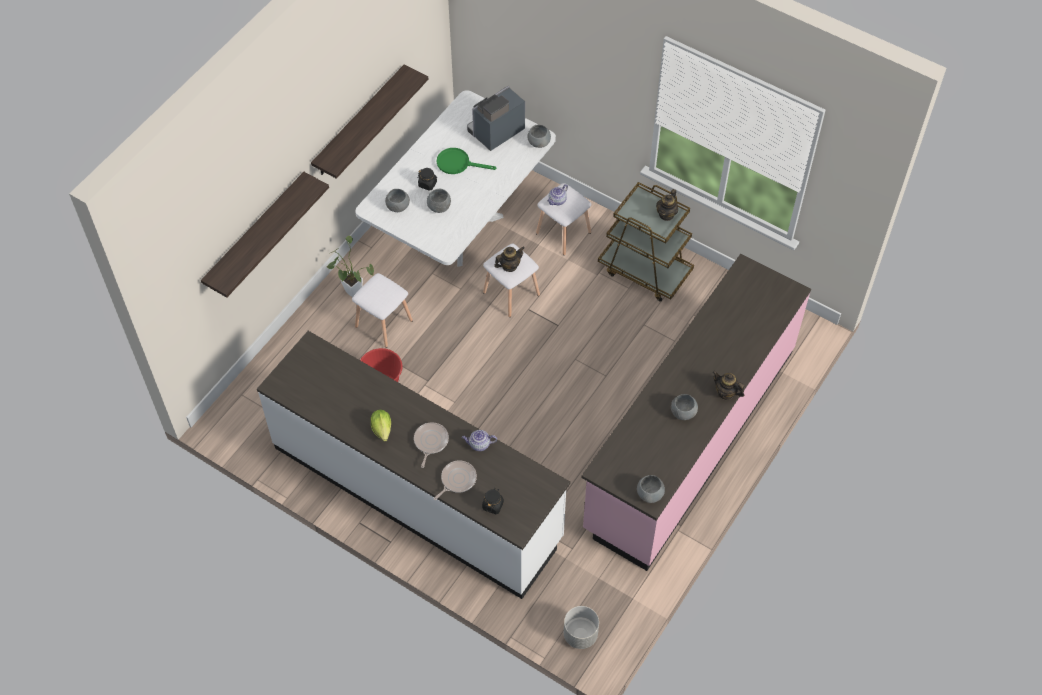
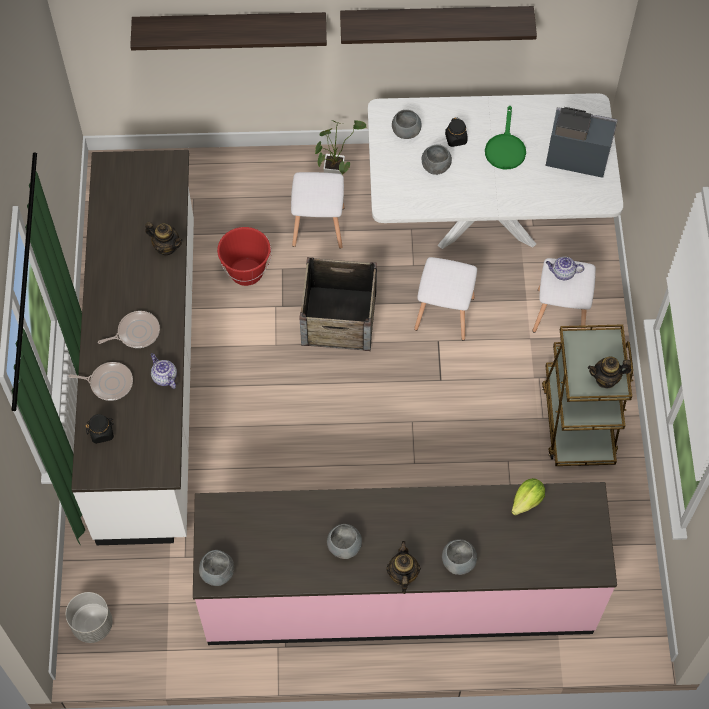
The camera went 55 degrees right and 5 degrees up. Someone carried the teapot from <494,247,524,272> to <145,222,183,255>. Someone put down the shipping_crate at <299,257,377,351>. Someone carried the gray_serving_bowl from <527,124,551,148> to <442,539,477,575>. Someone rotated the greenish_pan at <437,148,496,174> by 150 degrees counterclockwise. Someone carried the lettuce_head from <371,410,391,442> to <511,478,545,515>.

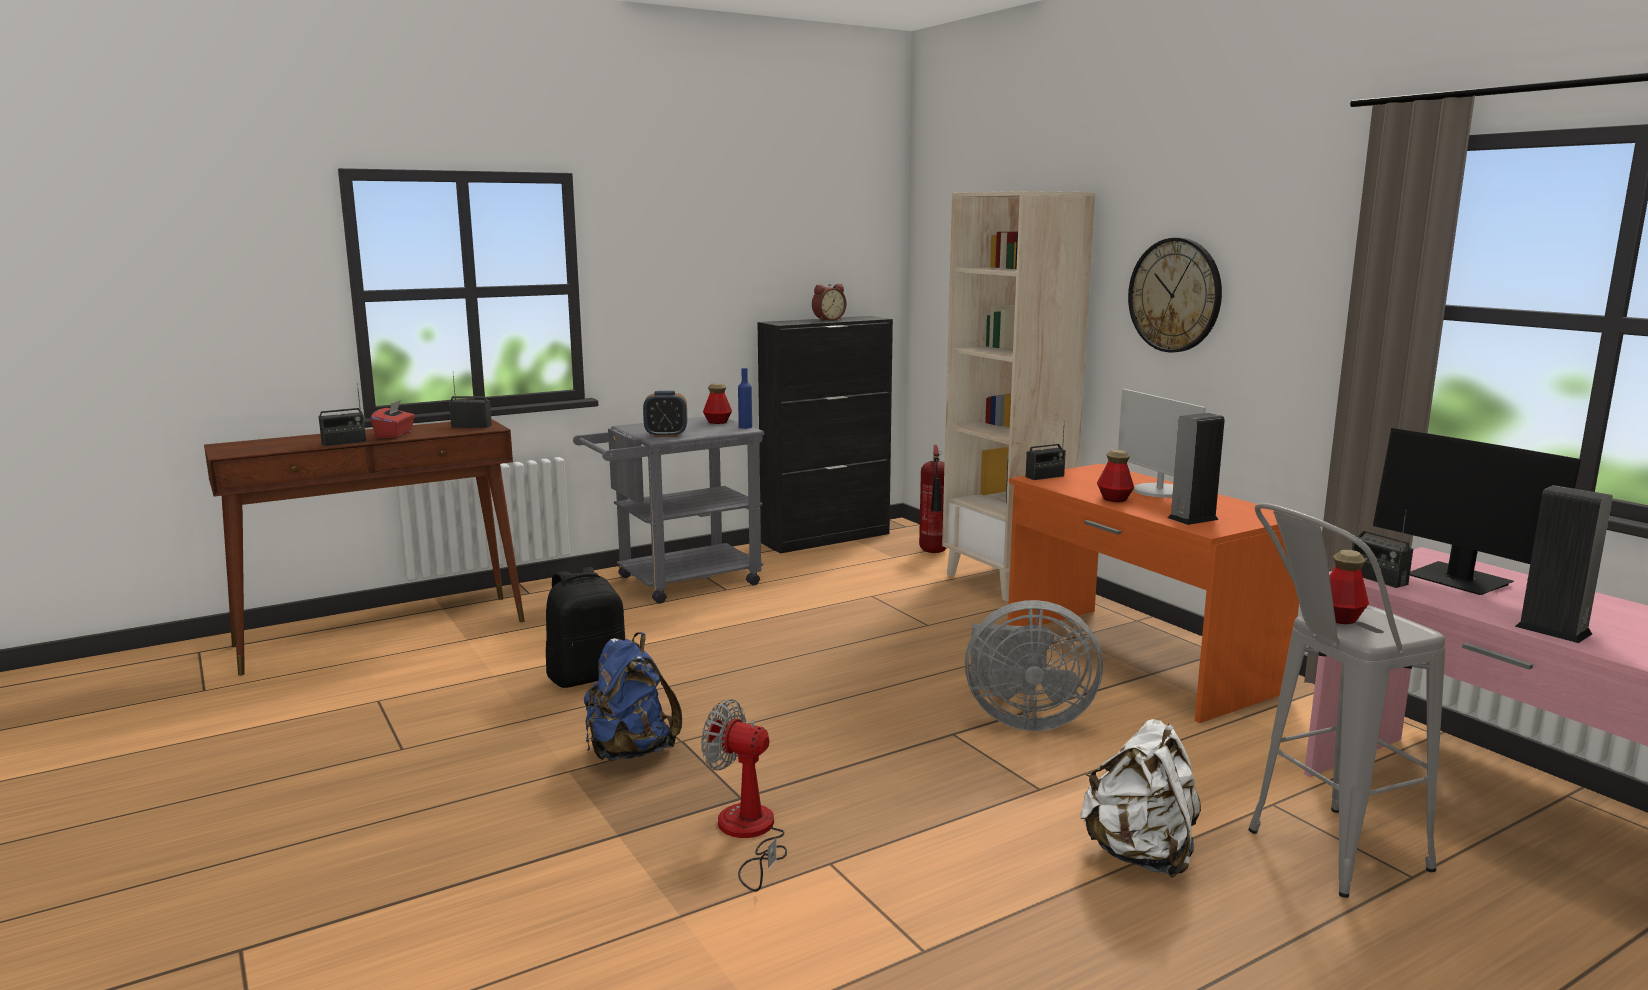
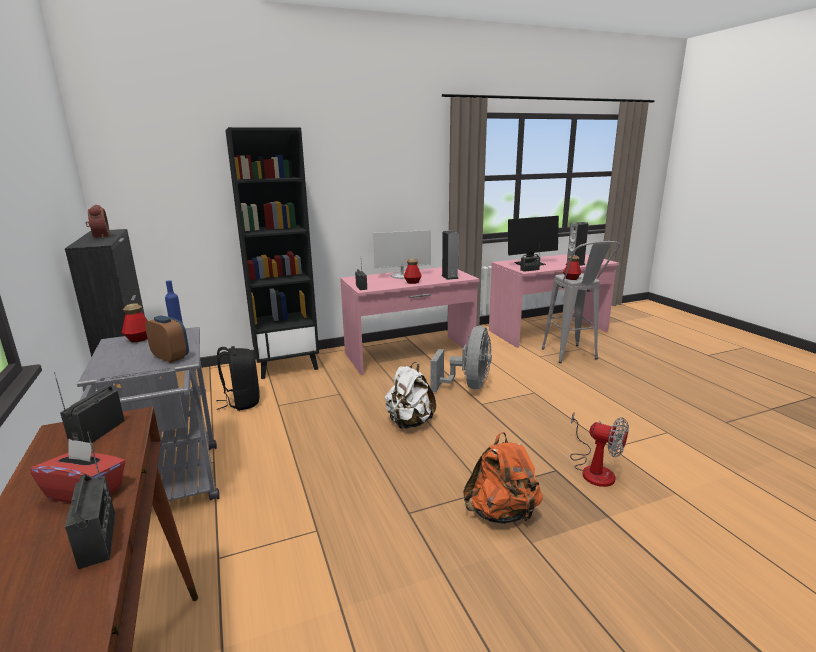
The camera went 80 degrees left and 5 degrees up. Someone rotated the bedside_clock at <643,391,687,437> by 60 degrees counterclockwise. Someone carried the black_rucksack from <546,567,625,688> to <216,346,260,411>. Someone repainted the sand-coloured_shelving_unit at <942,191,1095,601>, which became the black_shelving_unit at <225,127,319,379>. Someone repainted the orangey_desk at <1008,464,1299,723>, which became the pinkish_desk at <340,267,480,375>. Someone carried the whitish_rucksack from <1080,719,1201,878> to <385,362,436,429>. Someone repainted the blue_rucksack at <584,632,682,761>, which became the orangey_rucksack at <463,432,543,524>. Someone rotated the electric_fan at <701,699,787,892> by 90 degrees counterclockwise. Someone took away the fire_extinguisher at <919,445,946,553>. Someone took away the wall_clock at <1128,238,1222,353>.

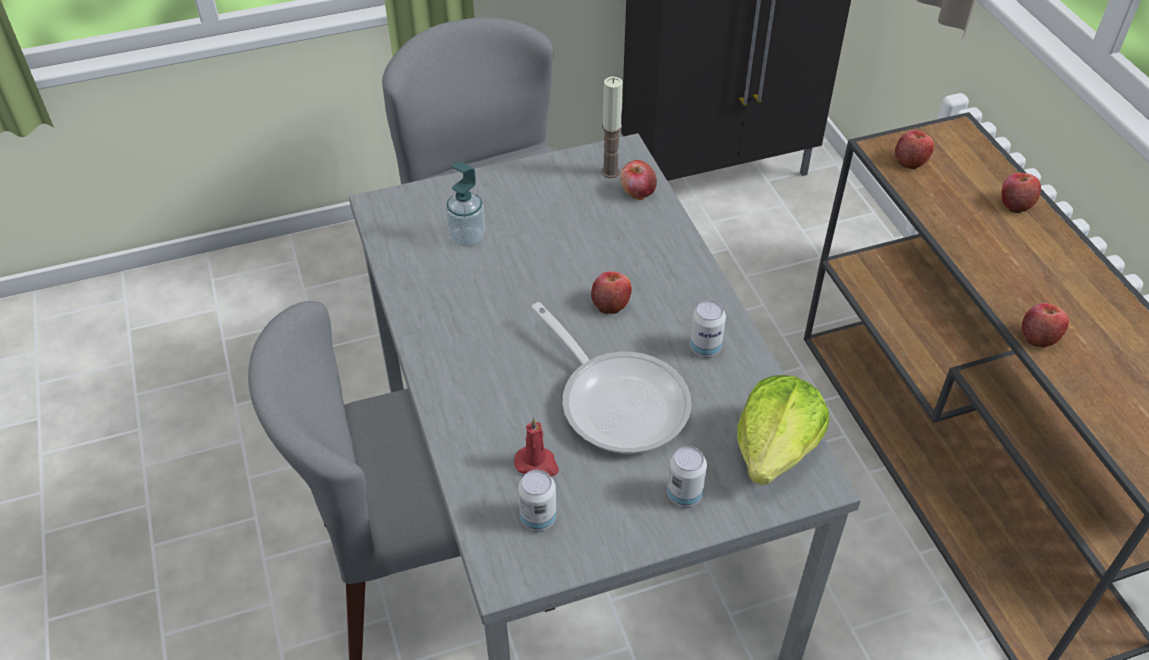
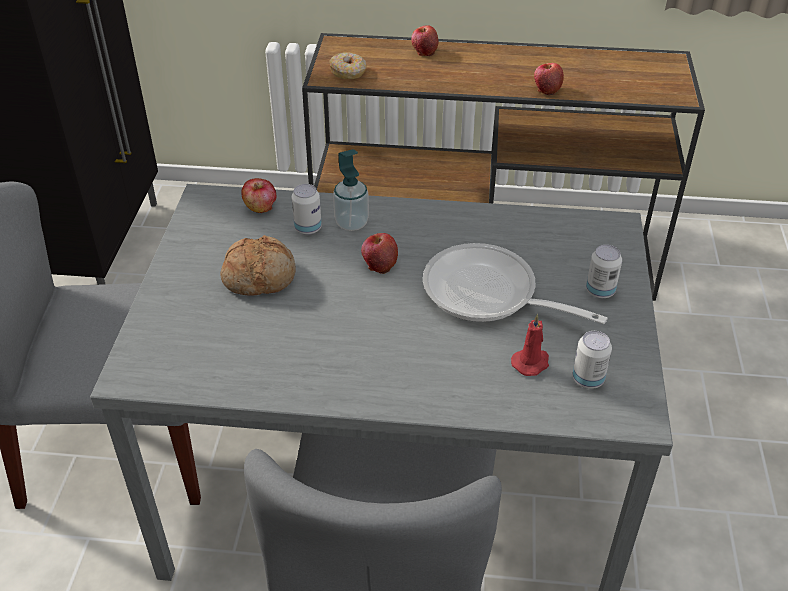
The camera went 65 degrees left and 5 degrees down. Someone put down the bread at <221,235,295,296>. Someone carried the metal_can from <690,300,726,357> to <292,184,322,235>. Someone swapped the apple at <895,130,934,169> for the ring_doughnut at <329,53,367,79>. Someone carried the liquid_soap_bottle from <446,162,485,247> to <333,149,369,231>. Someone rotated the pan at <532,302,691,454> by 135 degrees counterclockwise. Someone took away the candle at <601,77,623,178>. Someone took away the lettuce_head at <737,375,829,485>.

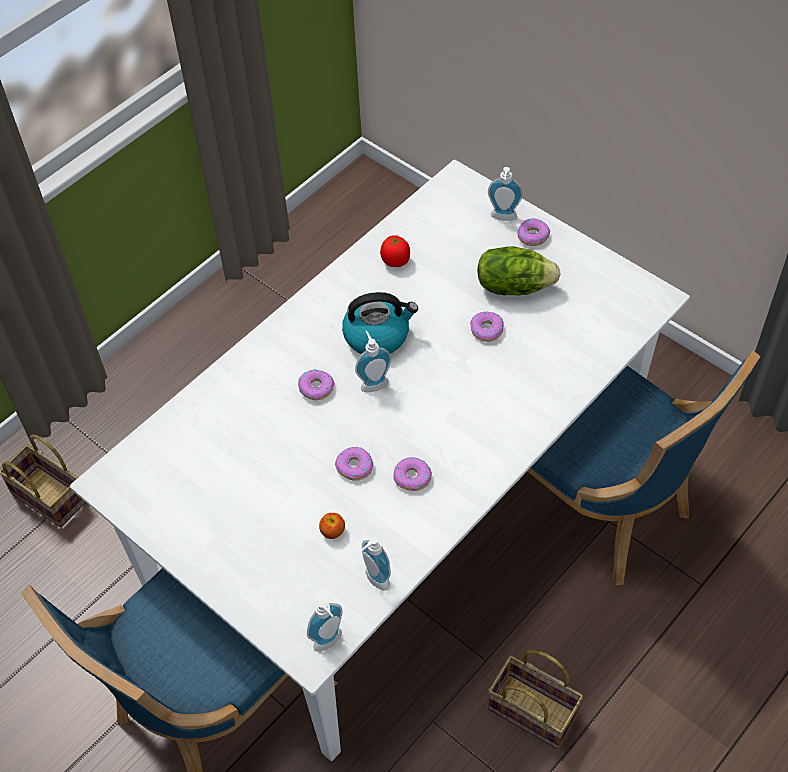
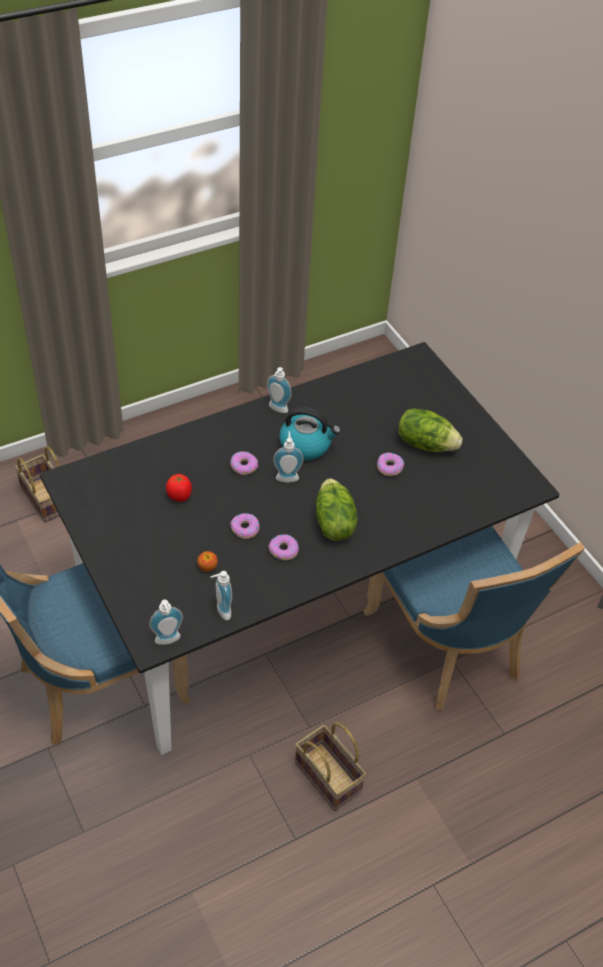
The camera went 15 degrees right and 5 degrees down. Someone repainted the whitish_kitchen_table at <70,160,690,761>, which became the black_kitchen_table at <40,342,560,755>. Someone carried the whole_tomato from <380,235,410,267> to <166,474,192,502>. Someone carried the liquid_soap_bottle from <488,167,523,221> to <267,367,292,413>. Someone put down the lettuce_head at <316,478,358,541>. Someone took away the ring_doughnut at <517,218,550,246>.

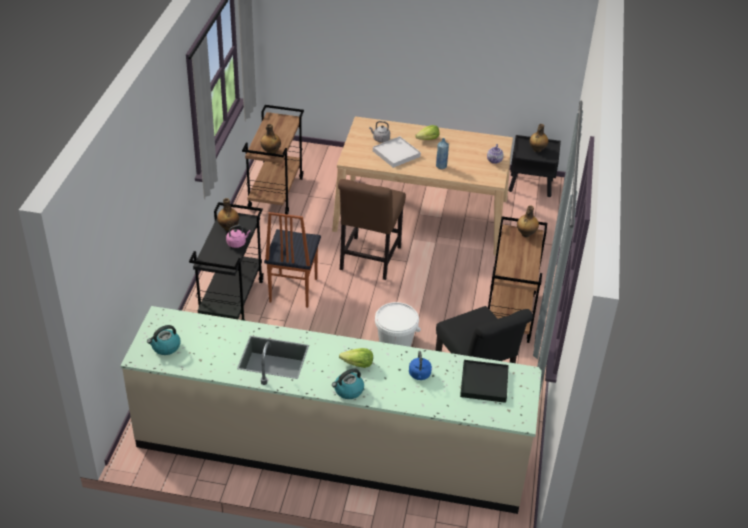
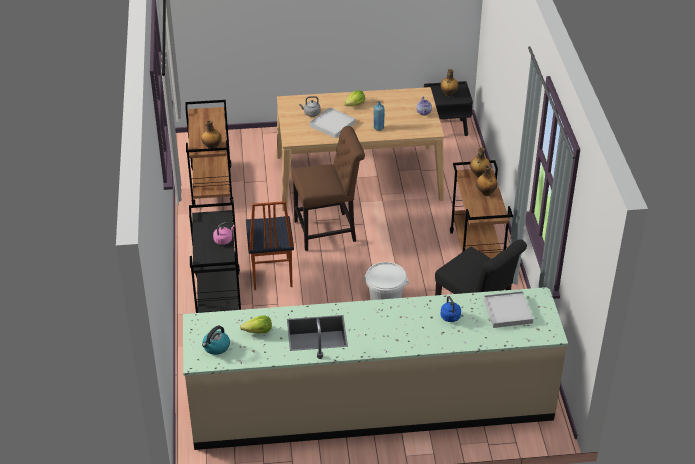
The camera went 15 degrees left and 0 degrees up. Someone carried the lettuce_head from <339,348,373,368> to <240,315,272,334>. Someone rotated the brown-coloured_plain_chair at <338,179,406,280> by 105 degrees counterclockwise. Someone carried the beverage_bottle from <217,198,239,231> to <476,165,497,196>. Someone repainted the black_serving_tray at <460,360,509,403>, which became the whitish_serving_tray at <483,291,533,328>. Someone took away the water_kettle at <332,368,364,399>.

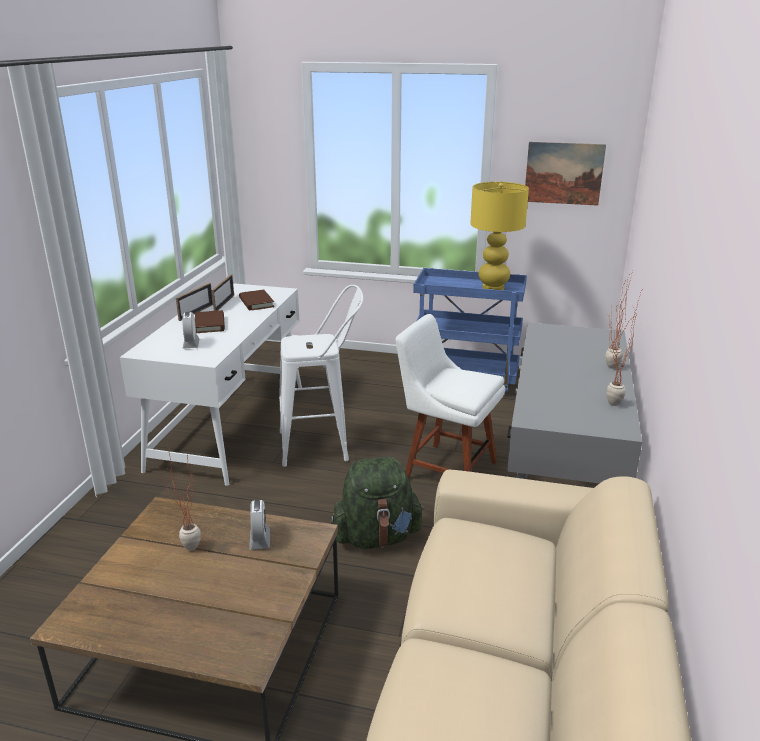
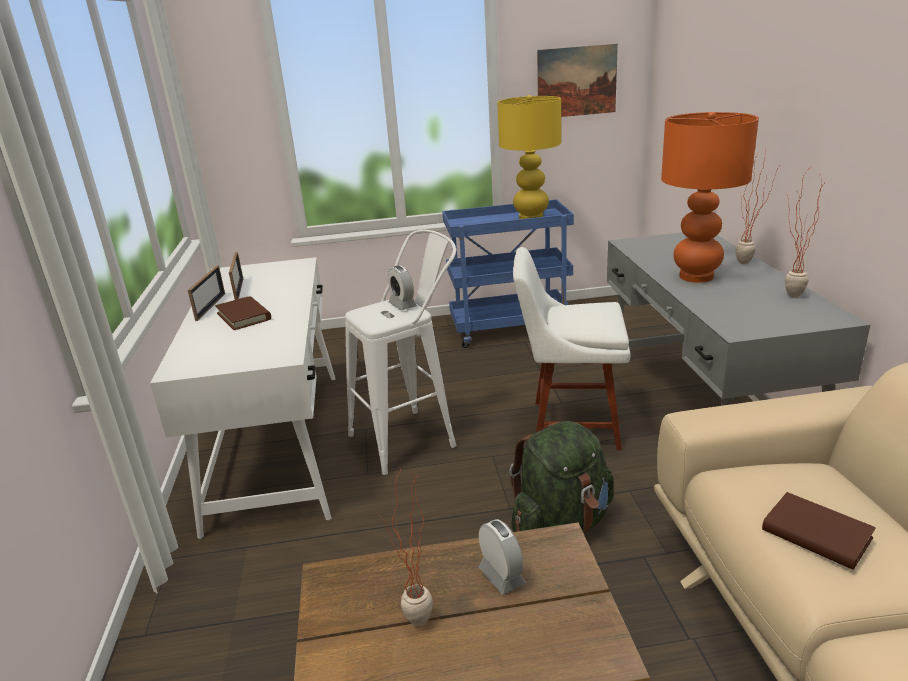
The camera went 20 degrees left and 0 degrees up. Someone carried the bedside_clock from <182,312,200,349> to <388,266,417,310>. Someone put down the orangey_table_lamp at <661,112,759,283>. Someone carried the brown-coloured_bound_book from <239,289,275,311> to <762,492,876,570>.

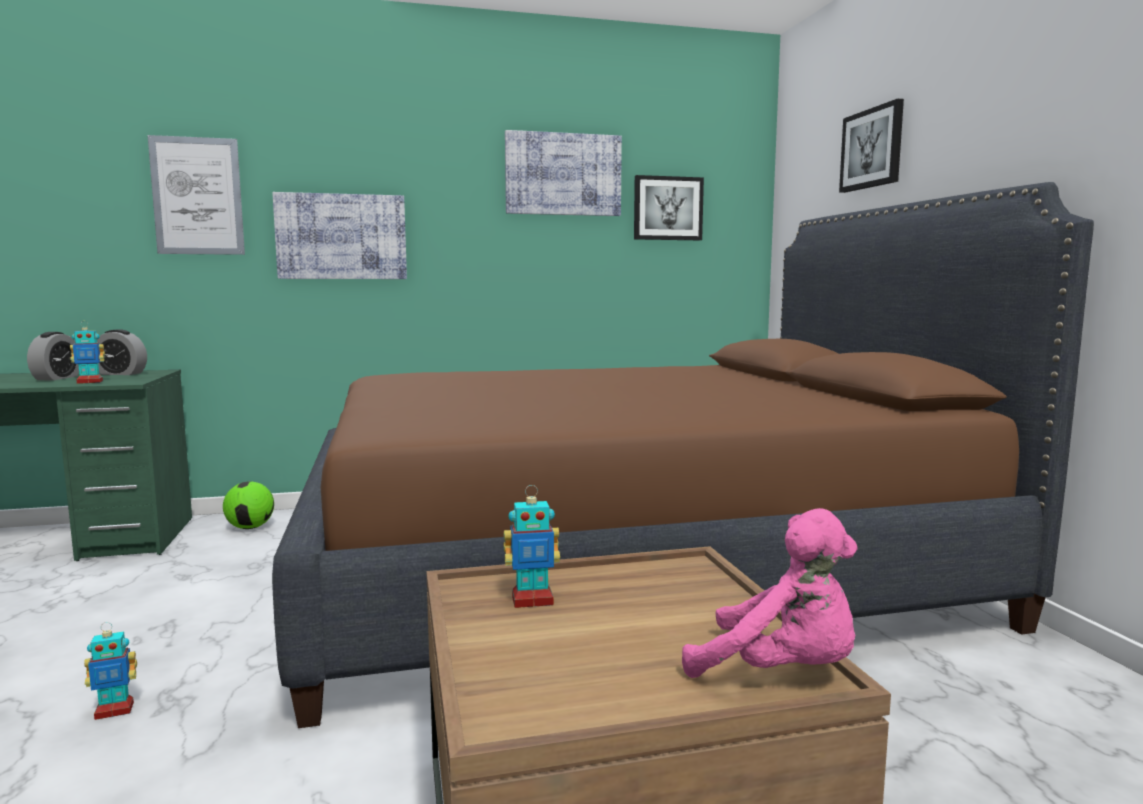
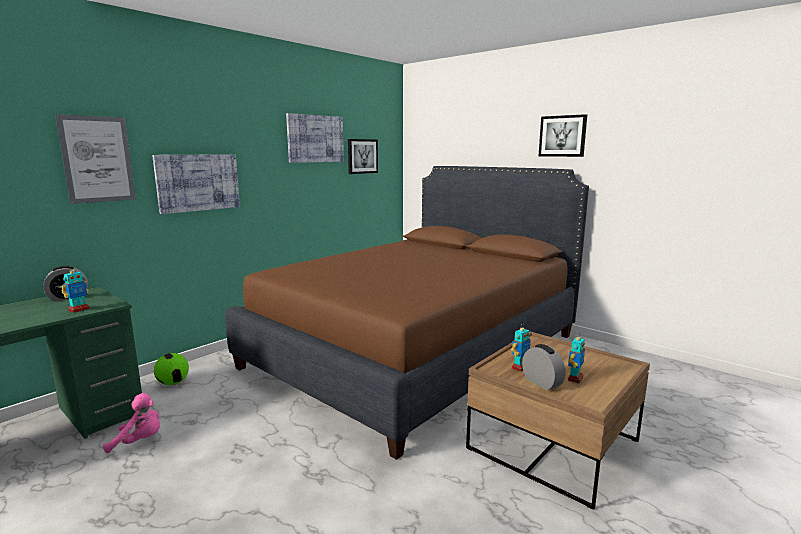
The camera went 35 degrees left and 5 degrees up. Someone carried the pinkish_soft_toy from <682,508,857,678> to <103,393,160,453>. Someone carried the bedside_clock from <27,332,79,380> to <522,344,566,390>. Someone carried the picture from <839,99,904,193> to <539,114,587,157>. Someone carried the toy_robot from <84,622,137,720> to <568,333,585,383>.

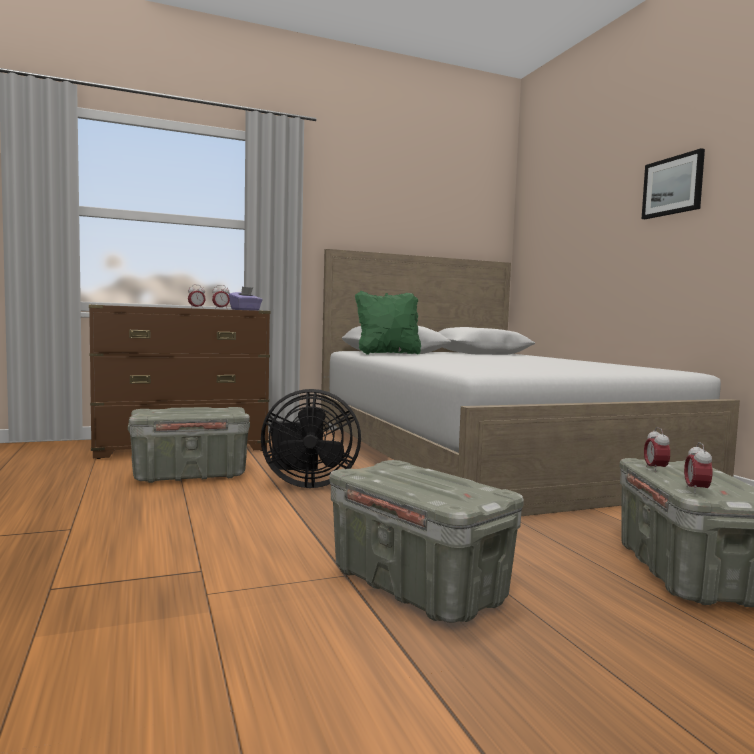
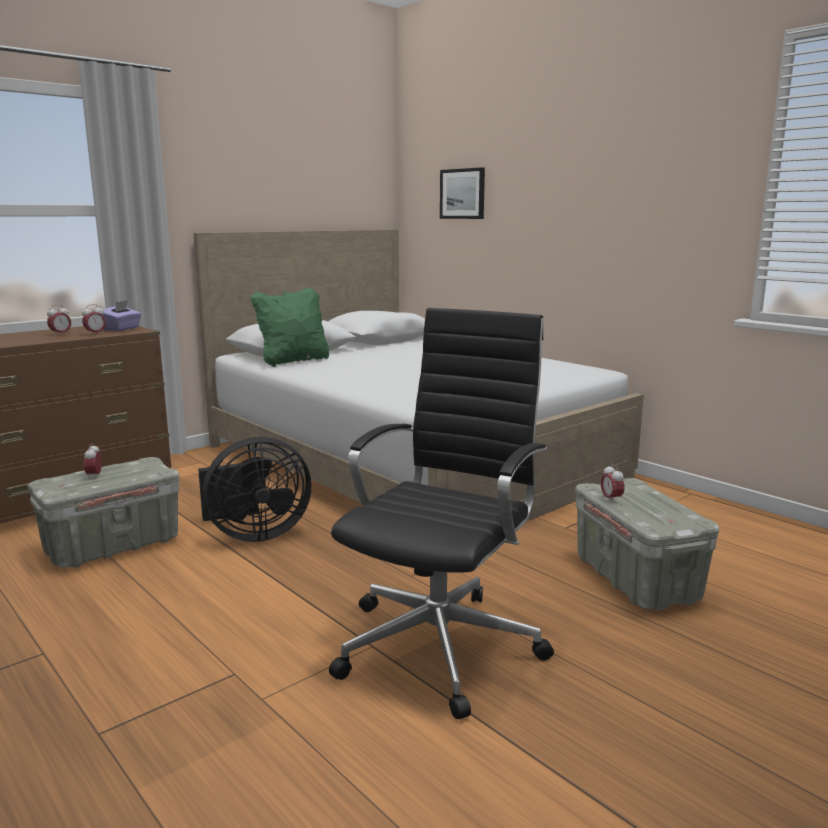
The camera went 20 degrees left and 10 degrees up. Someone carried the bedside_clock from <684,442,712,494> to <83,443,102,479>. Someone swapped the gray_storage_bin at <329,460,524,623> for the black_computer_chair at <329,308,554,719>. Someone carried the picture from <642,148,705,219> to <440,167,485,219>.

